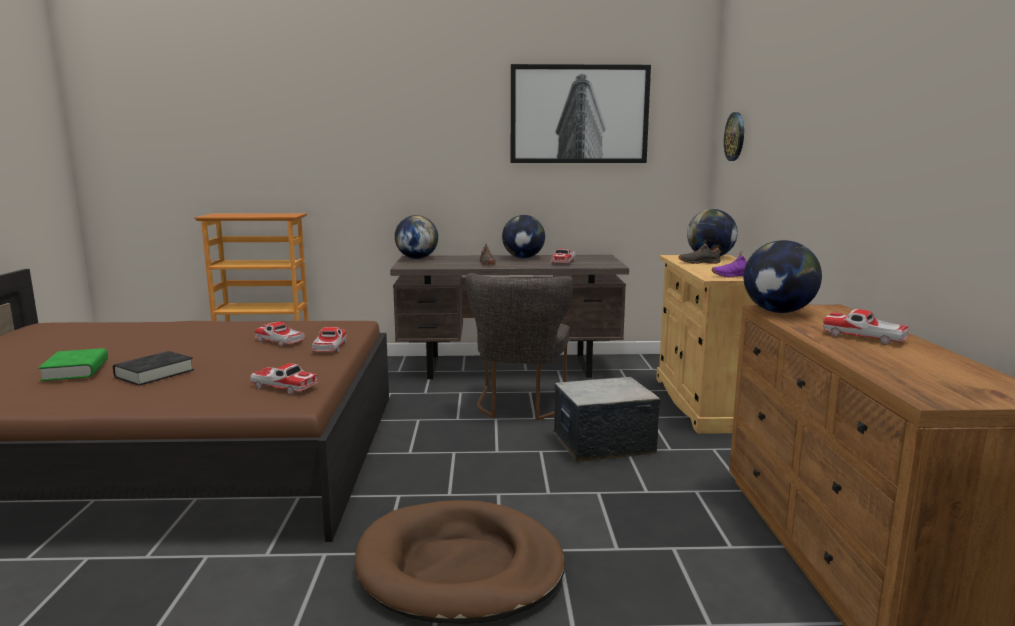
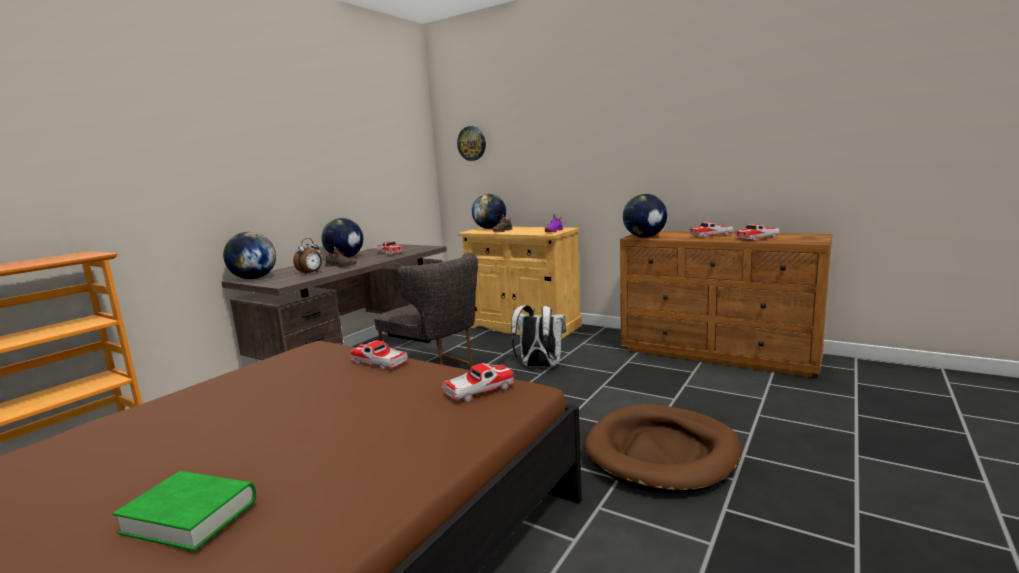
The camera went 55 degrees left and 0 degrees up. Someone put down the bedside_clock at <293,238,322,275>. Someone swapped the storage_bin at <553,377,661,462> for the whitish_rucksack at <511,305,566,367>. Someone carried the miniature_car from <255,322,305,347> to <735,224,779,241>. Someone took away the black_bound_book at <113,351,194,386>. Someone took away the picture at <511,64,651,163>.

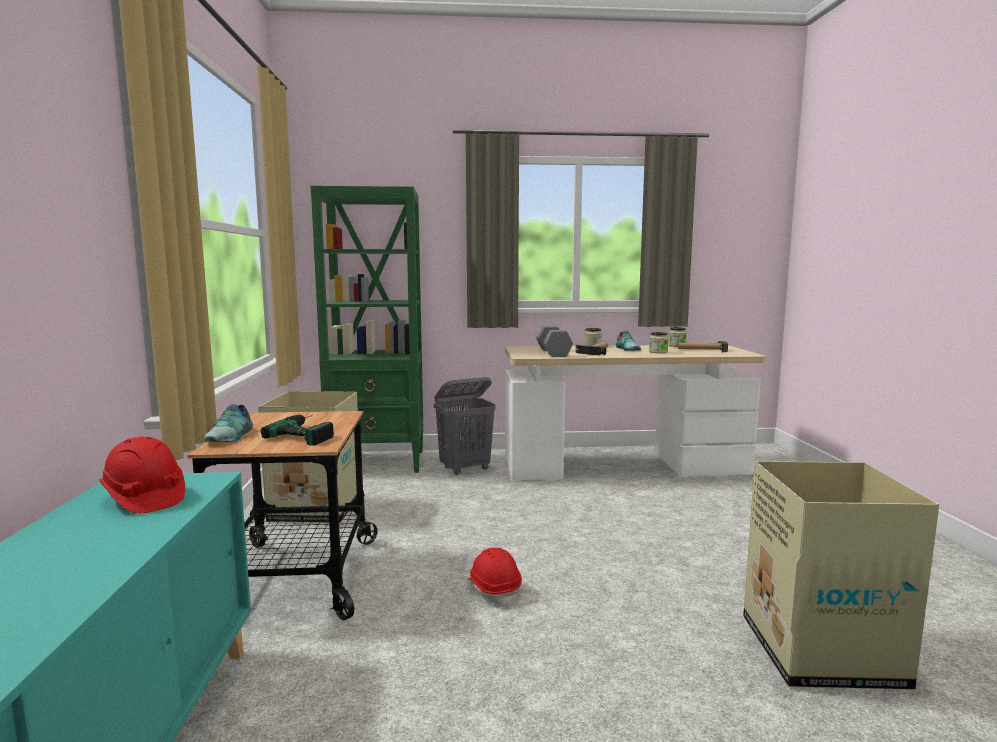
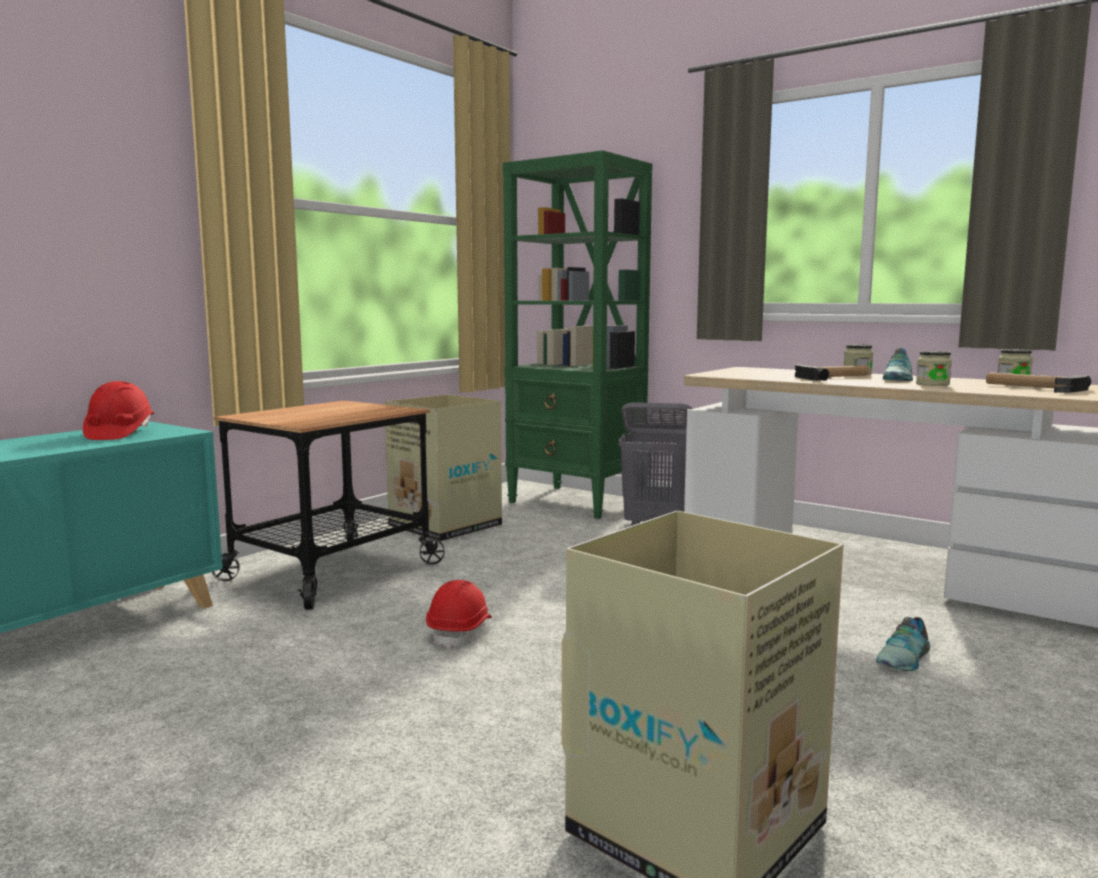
The camera went 40 degrees right and 0 degrees up. Someone carried the low_shoe from <204,404,253,442> to <876,617,930,671>. Someone took away the electric_drill at <261,415,334,446>. Someone took away the gray_hand_weight at <536,326,573,357>.

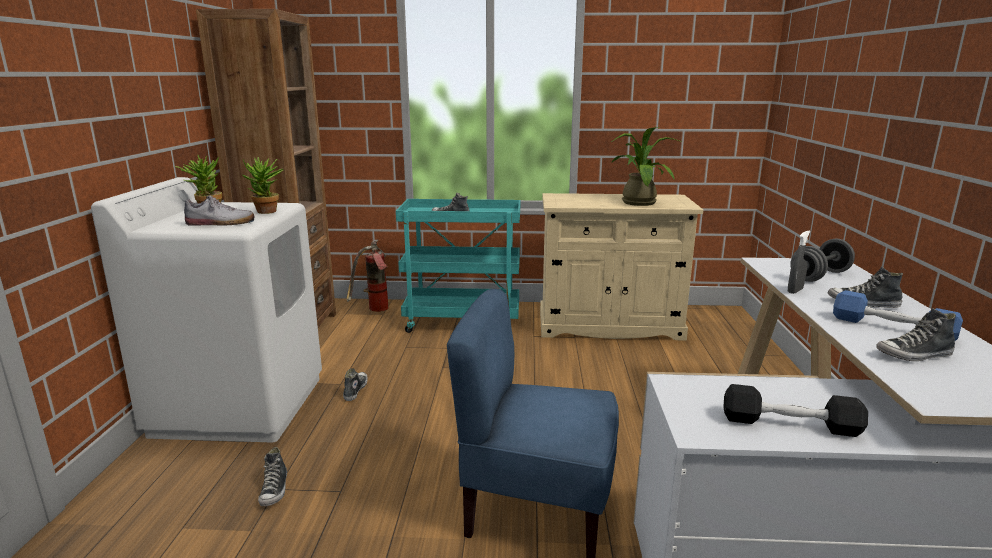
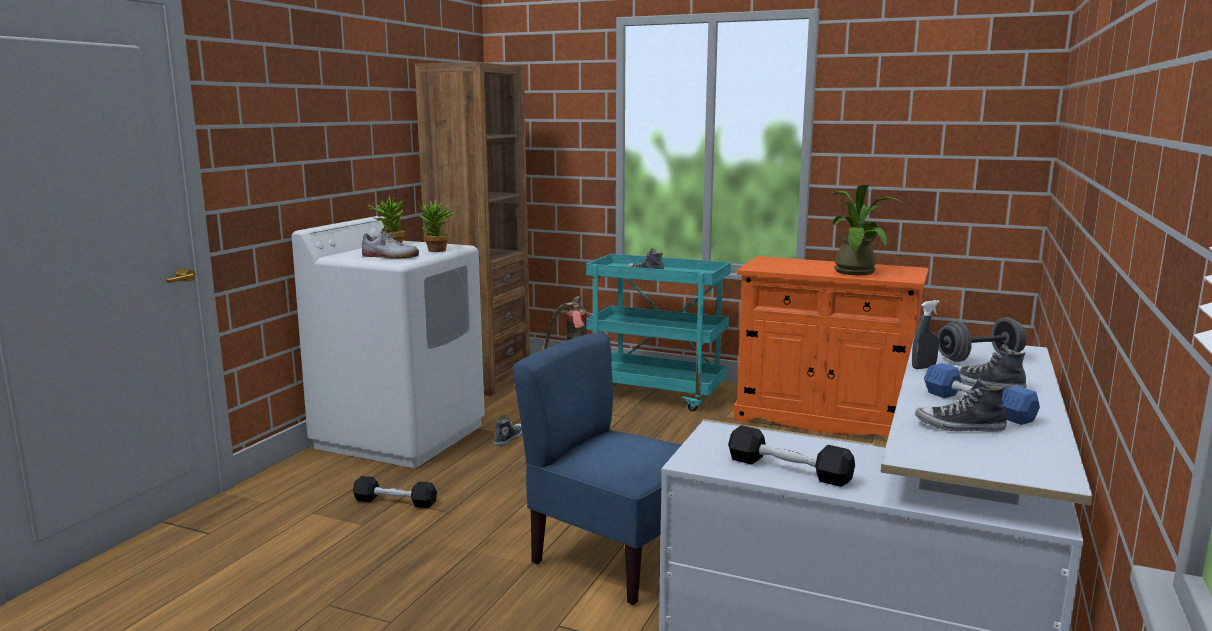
The camera went 20 degrees right and 5 degrees down. Someone swapped the low_shoe at <258,447,287,506> for the black_hand_weight at <353,476,437,508>. Someone repainted the sand-coloured_cupboard at <540,193,703,341>, which became the orangey_cupboard at <733,256,929,439>.

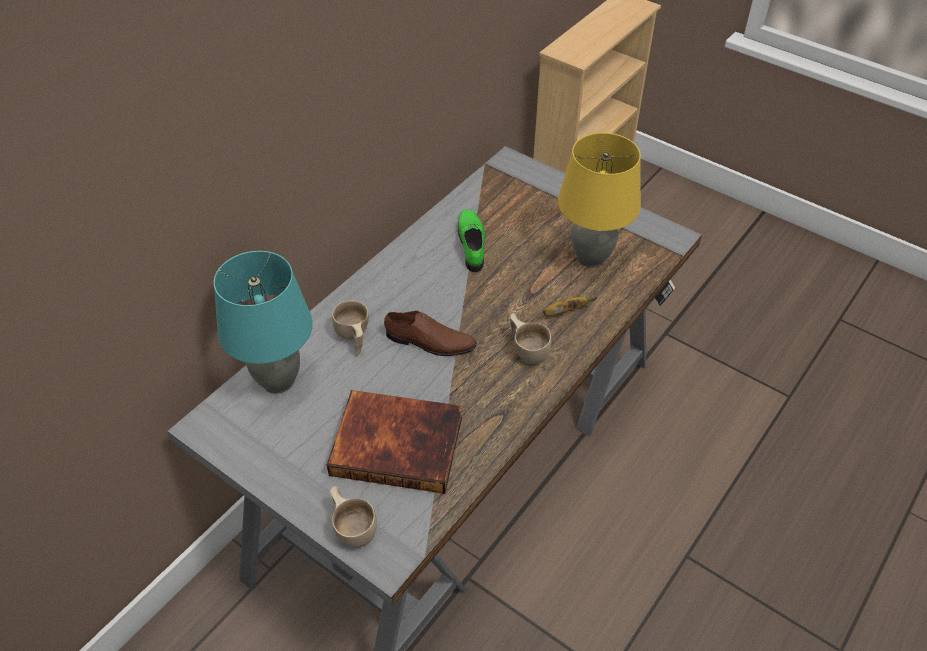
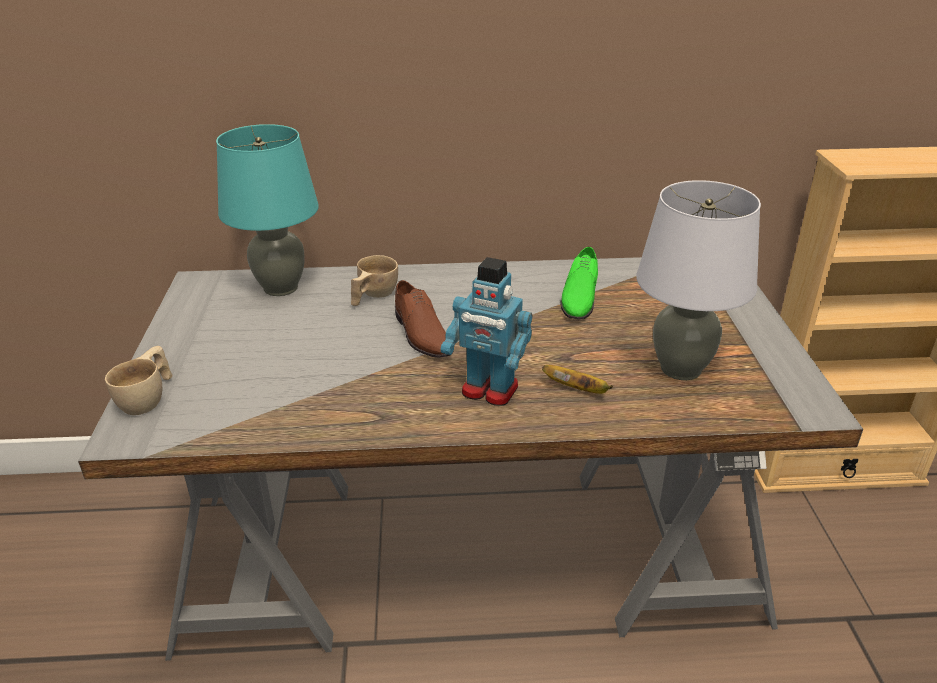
The camera went 50 degrees right and 15 degrees down. Someone swapped the sand-coloured_drinking_cup at <510,313,551,365> for the toy_robot at <441,257,532,406>. Someone rotated the greenish_low_shoe at <458,209,485,272> by 150 degrees clockwise. Someone repainted the yellow_table_lamp at <558,133,641,267>, which became the gray_table_lamp at <636,180,761,380>. Someone took away the bound_book at <327,390,462,494>.

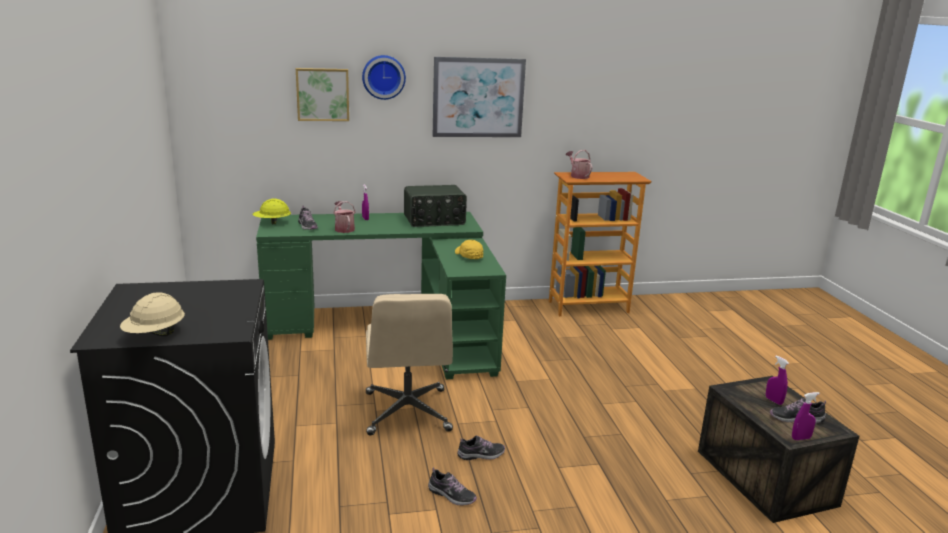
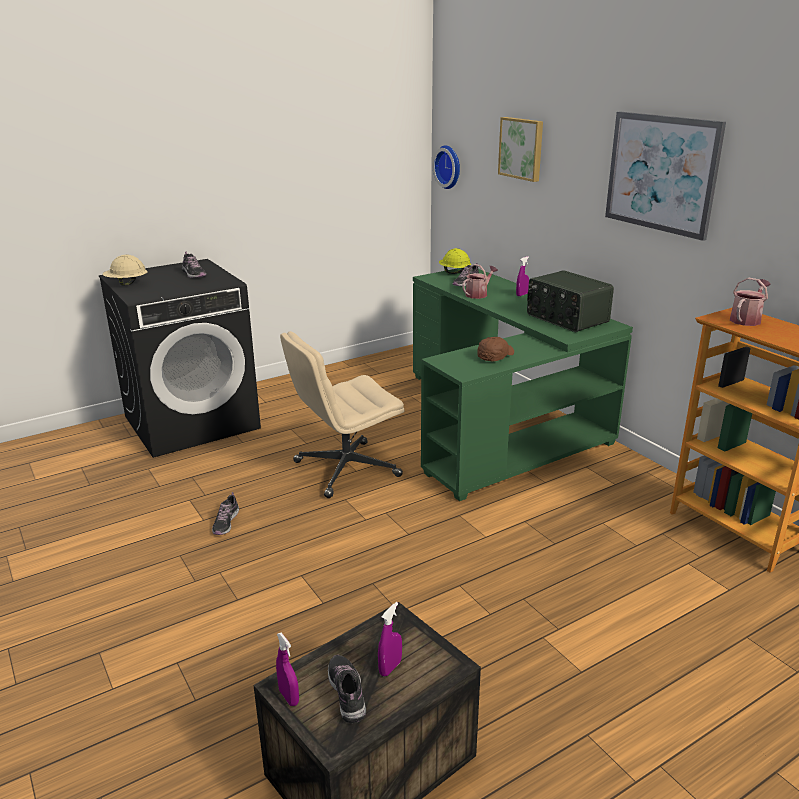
The camera went 70 degrees right and 5 degrees up. Someone carried the low_shoe from <457,435,505,460> to <182,252,206,278>. Someone carried the wall_clock from <362,55,406,100> to <433,145,460,189>. Someone repainted the yellow_peaked_cap at <455,240,483,259>, which became the brown-coloured_peaked_cap at <477,337,514,362>.

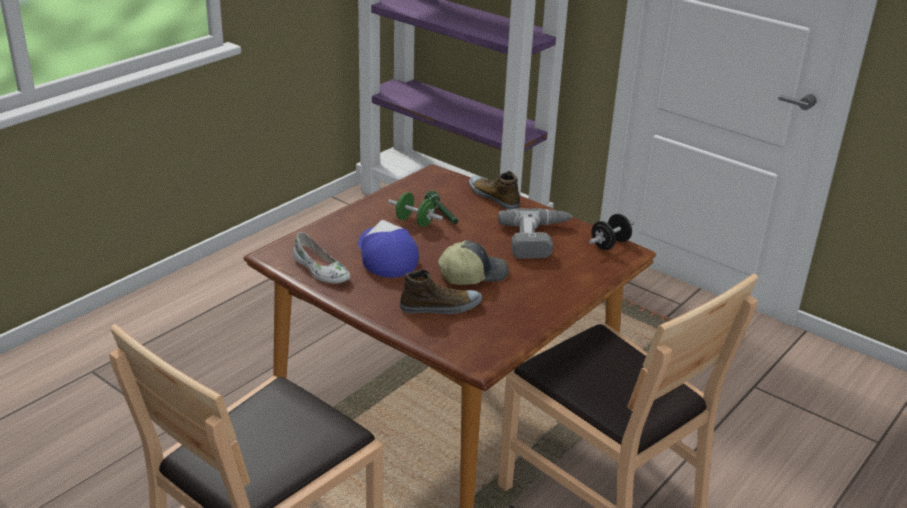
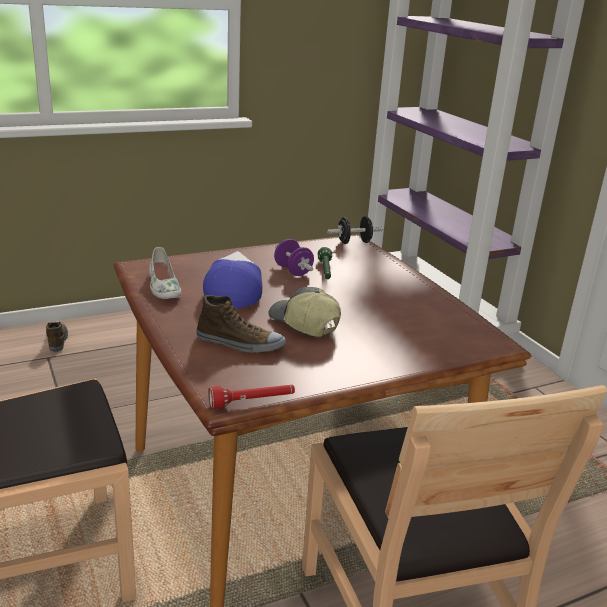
The camera went 25 degrees right and 5 degrees down. Someone carried the low_shoe from <469,171,520,210> to <46,321,68,352>. Someone put down the red-coloured_hand_torch at <208,385,295,409>. Someone rotated the peaked_cap at <438,240,508,285> by 135 degrees counterclockwise. Someone repainted the greenish_hand_weight at <388,192,443,227>, which became the purple_hand_weight at <274,239,314,276>. Someone carried the black_hand_weight from <589,214,635,250> to <327,216,383,244>. Someone took away the electric_drill at <498,208,573,259>.

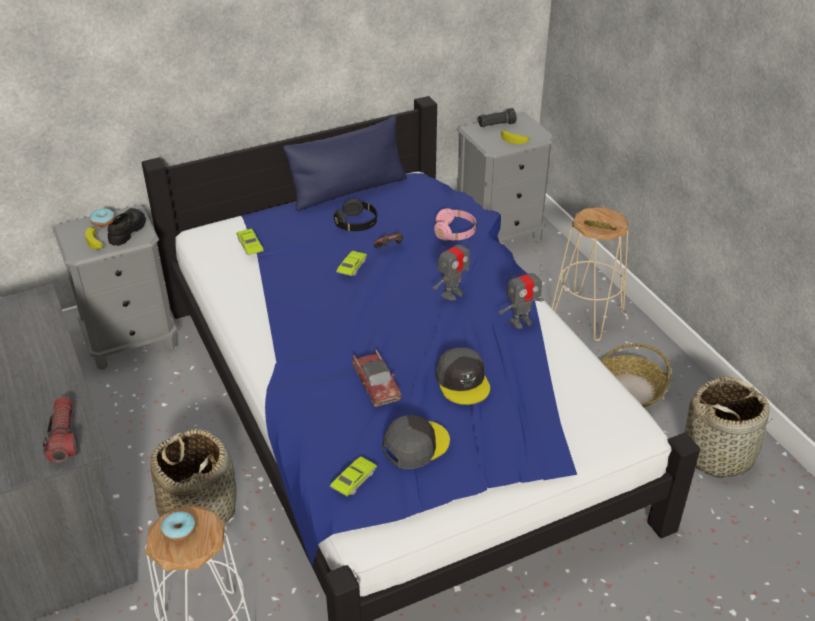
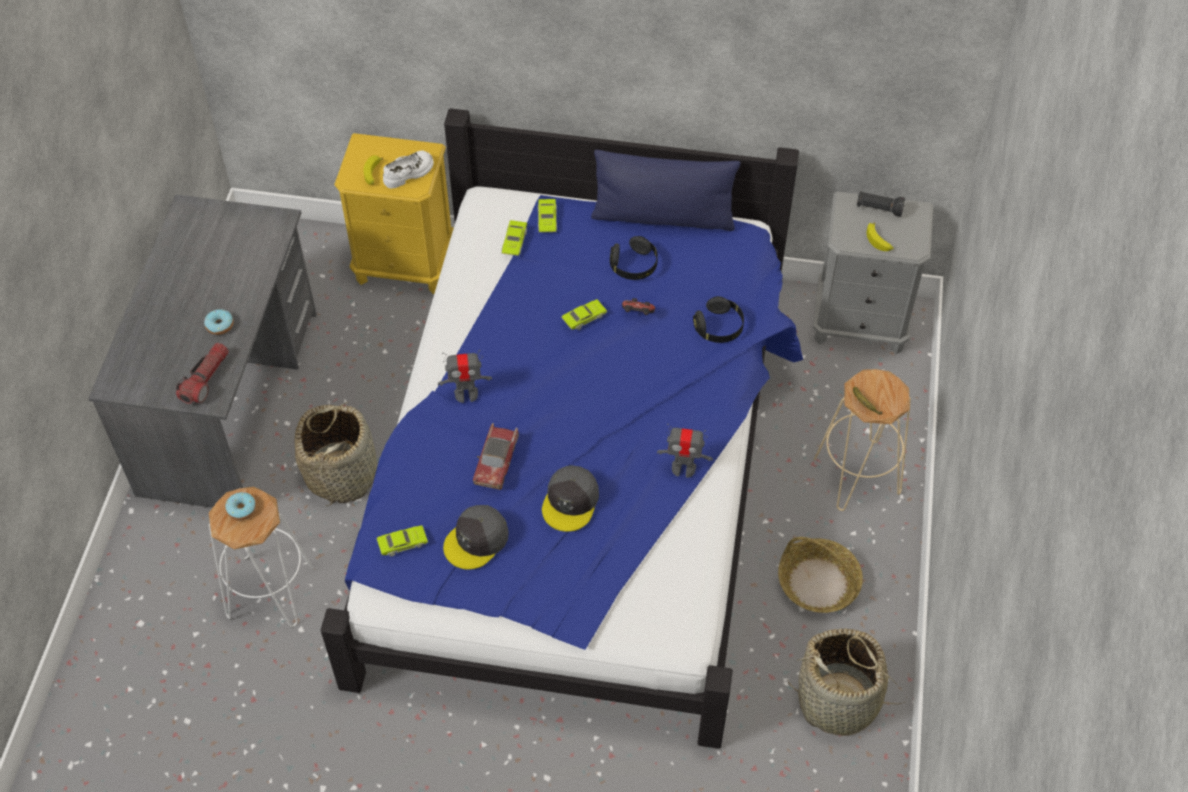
The camera went 35 degrees right and 15 degrees up. Someone carried the ring_doughnut from <90,208,115,227> to <204,309,234,335>. Someone repainted the gray_night_table at <52,204,177,370>, which became the yellow_night_table at <334,133,454,294>. Someone repainted the black_low_shoe at <108,208,146,246>, which became the whitish_low_shoe at <383,151,434,189>. Someone carried the toy_robot from <433,235,470,300> to <438,350,492,403>. Someone rotated the gray_peaked_cap at <383,415,450,469> by 135 degrees clockwise. Someone put down the greenish_miniature_car at <538,199,557,232>. Someone repainted the pinkish_headset at <434,208,476,241>, which became the black_headset at <693,296,744,343>.

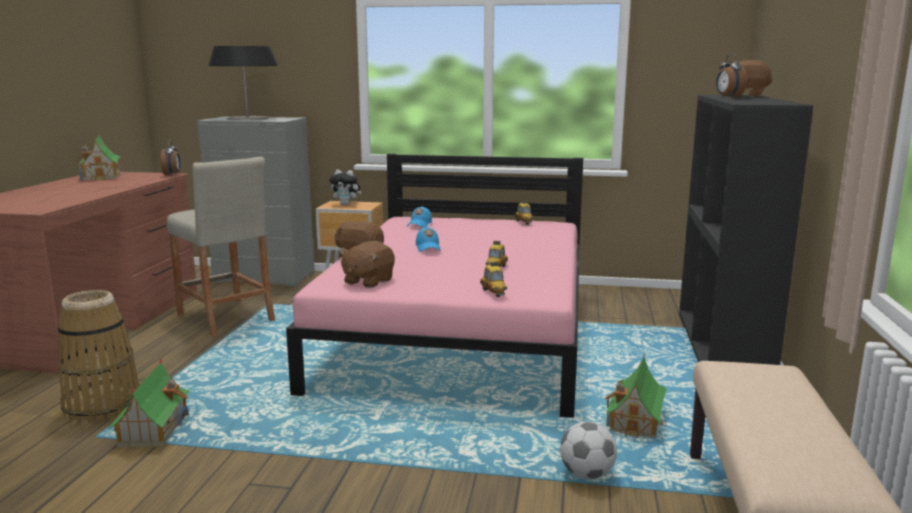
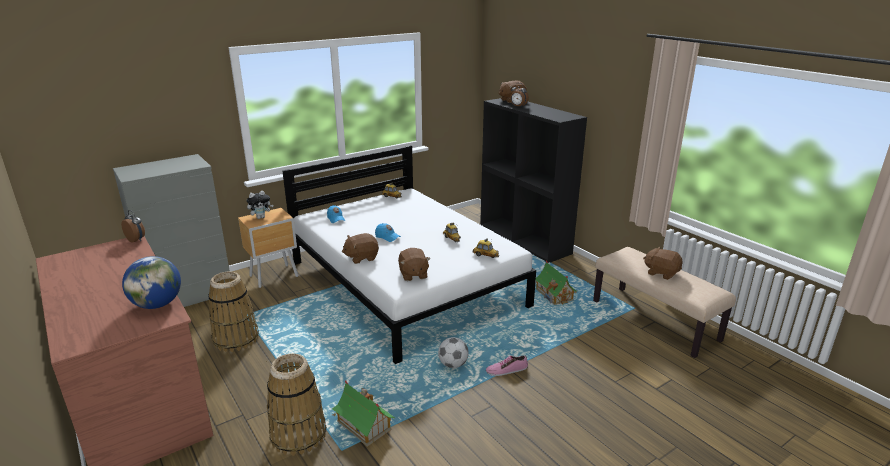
The camera went 45 degrees left and 10 degrees up. Someone put down the globe at <122,256,181,309>. Someone swapped the sand-coloured_stool at <167,157,275,337> for the household_basket at <208,271,259,352>. Someone repainted the pinkish_sleeping_bed at <286,154,583,418>, which became the whitish_sleeping_bed at <282,145,536,364>. Someone carried the football_ball from <560,421,617,480> to <438,337,469,368>. Someone put down the low_shoe at <486,355,528,376>. Someone put down the brown-coloured_soft_toy at <643,247,683,280>. Someone took away the model_house at <75,134,122,180>. Someone took away the table_lamp at <209,46,278,120>.

